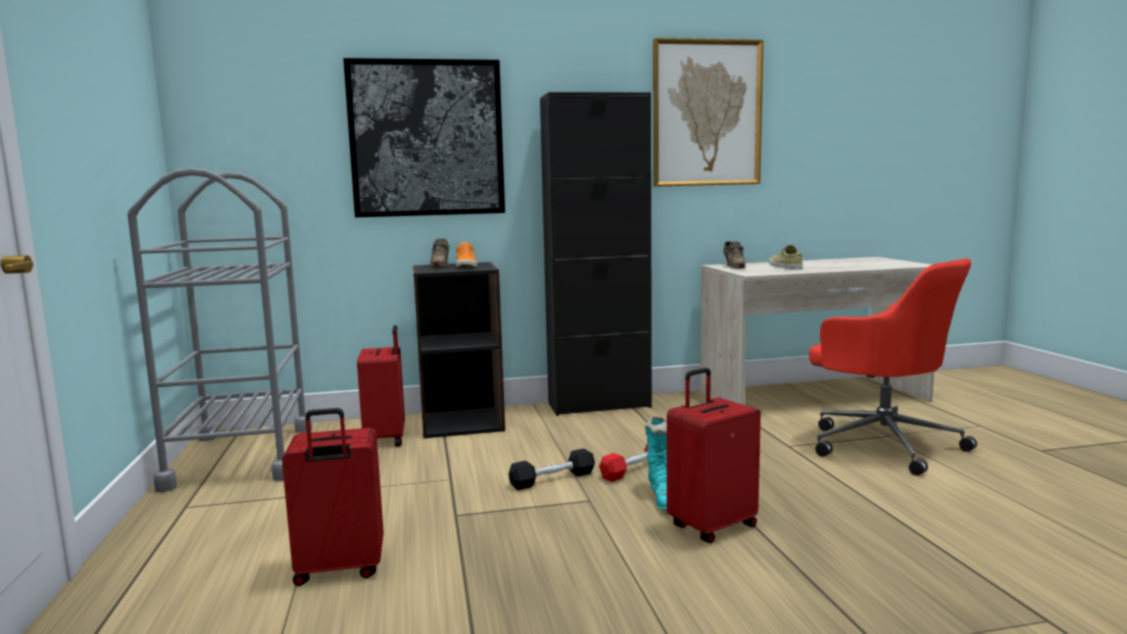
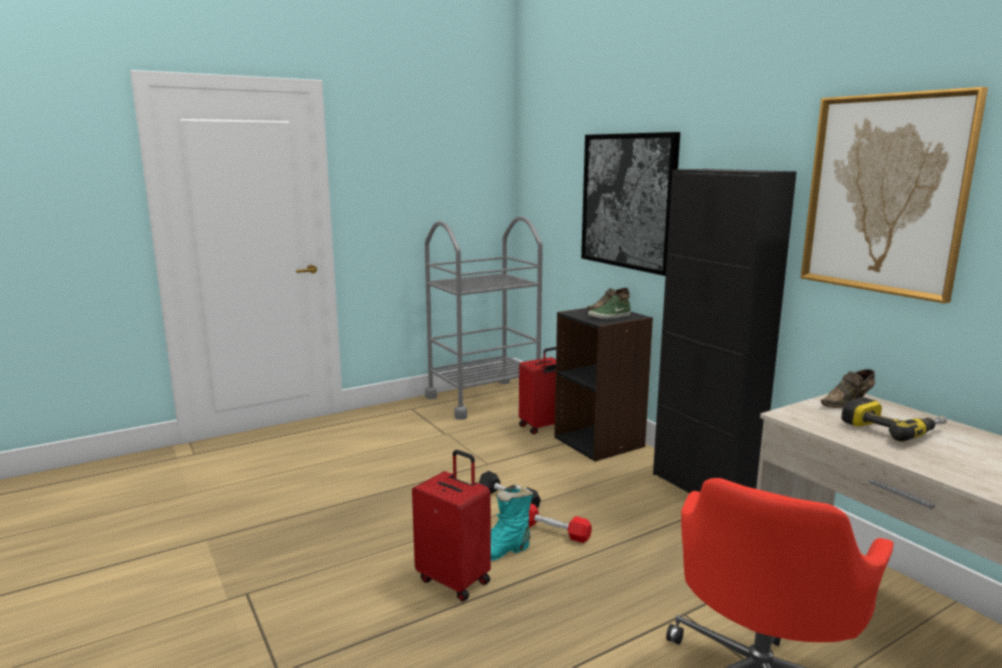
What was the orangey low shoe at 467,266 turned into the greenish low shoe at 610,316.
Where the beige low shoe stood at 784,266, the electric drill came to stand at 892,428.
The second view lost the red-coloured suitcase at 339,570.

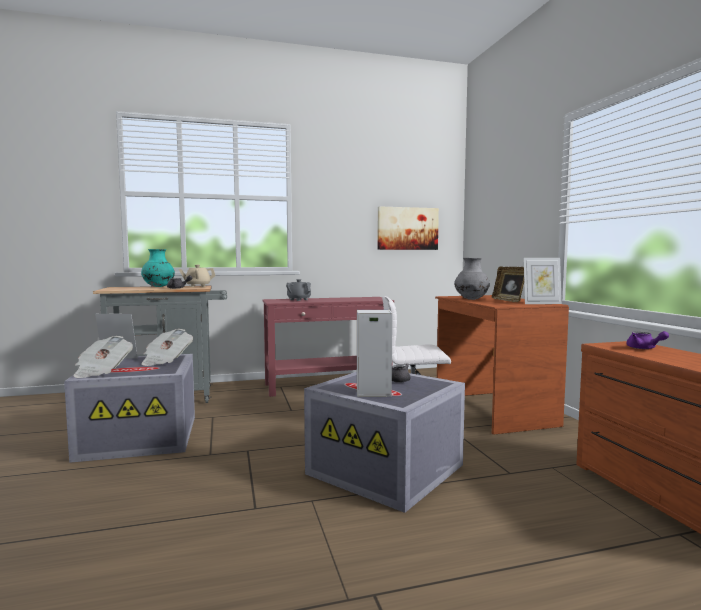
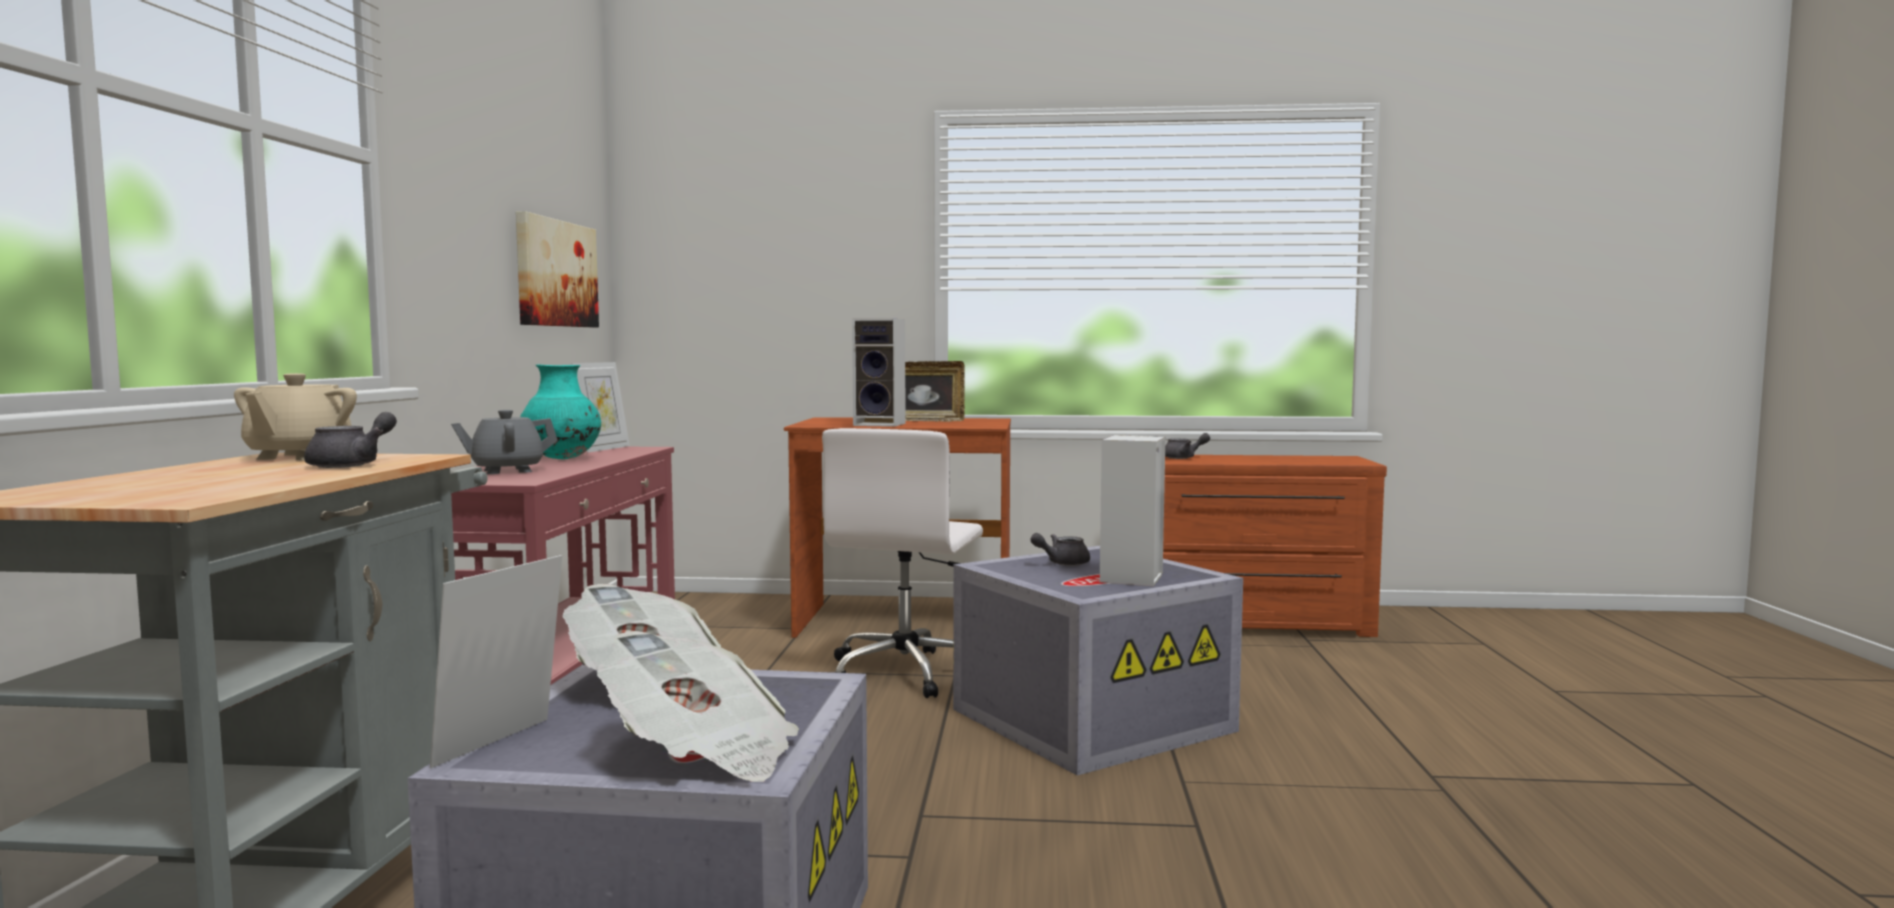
The turquoise vase ended up elsewhere, having gone from 158,286 to 562,459.
The photo frame ended up elsewhere, having gone from 541,303 to 603,449.
Where the grey vase stood at 471,299, the speaker came to stand at 882,424.
What was the purple pot for tea at 644,348 turned into the grey pot for tea at 1184,458.

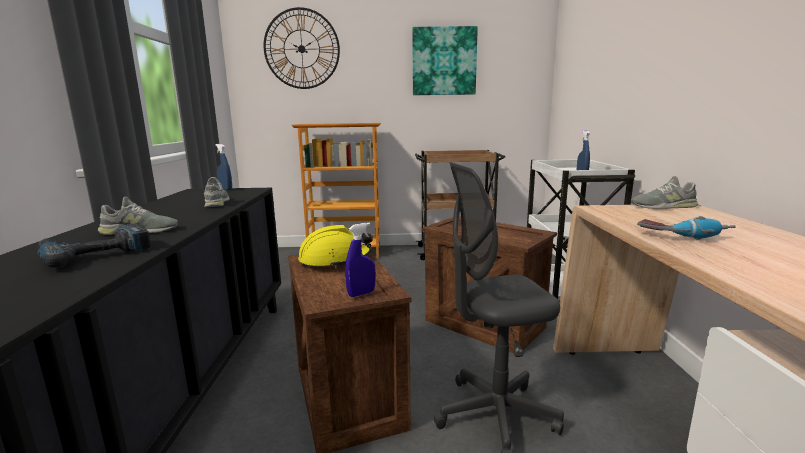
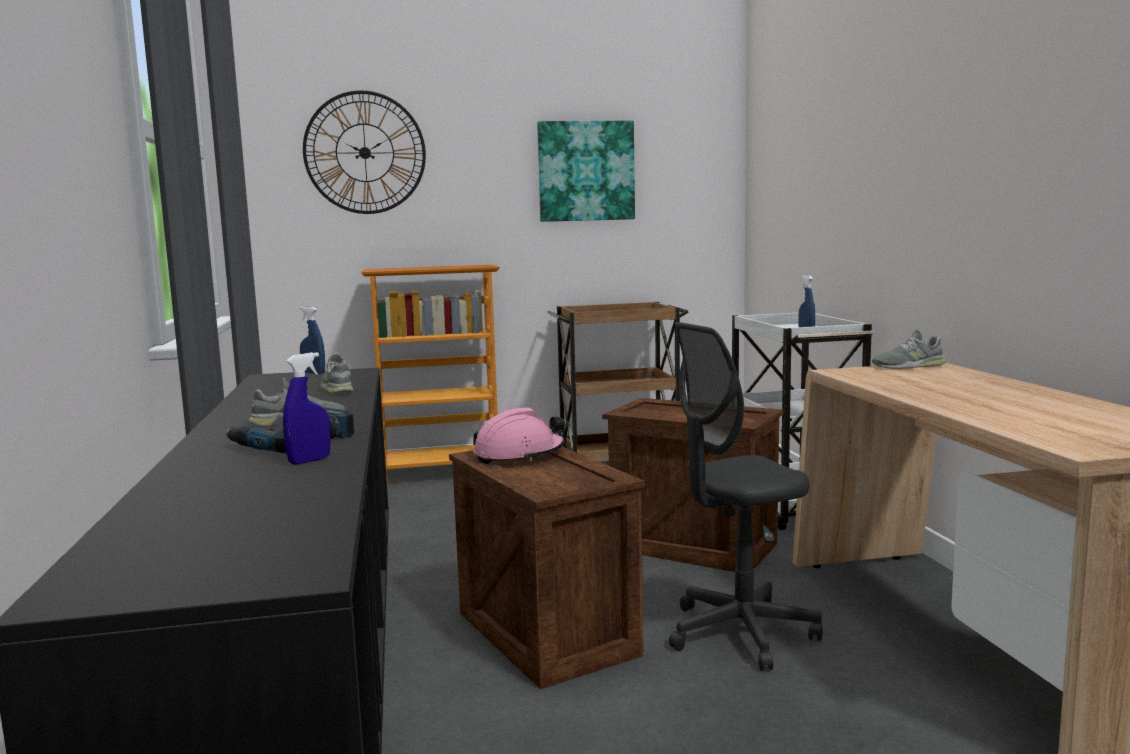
The bluish spray bottle ended up elsewhere, having gone from 361,293 to 309,461.
What was the yellow hard hat at 335,260 turned into the pinkish hard hat at 519,455.
The second view lost the electric drill at 684,236.

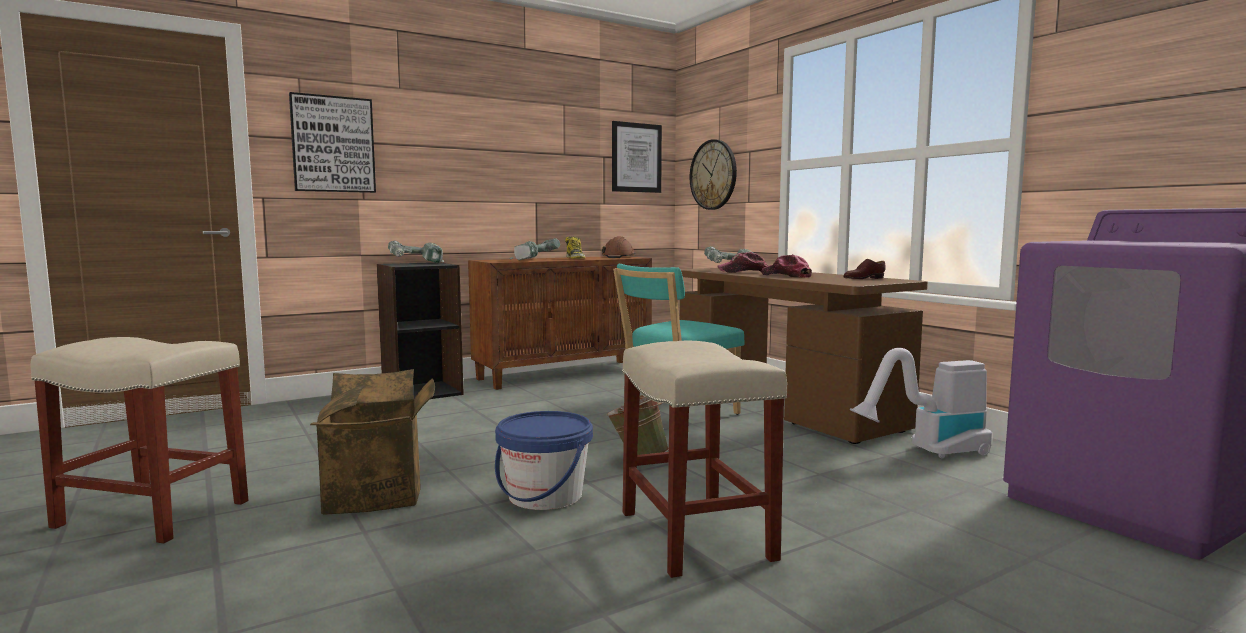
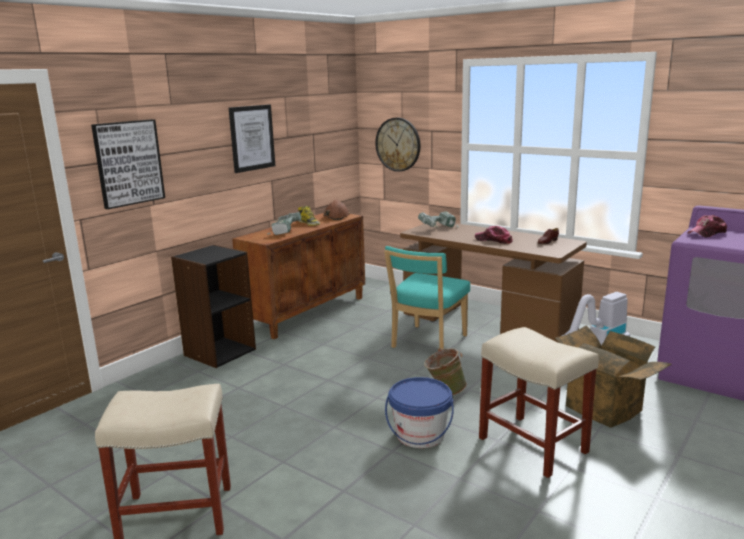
The picture ended up elsewhere, having gone from 636,157 to 252,138.
The packing box ended up elsewhere, having gone from 379,494 to 607,408.
The baseball cap ended up elsewhere, having gone from 743,272 to 707,233.
The second view lost the electric drill at 416,263.

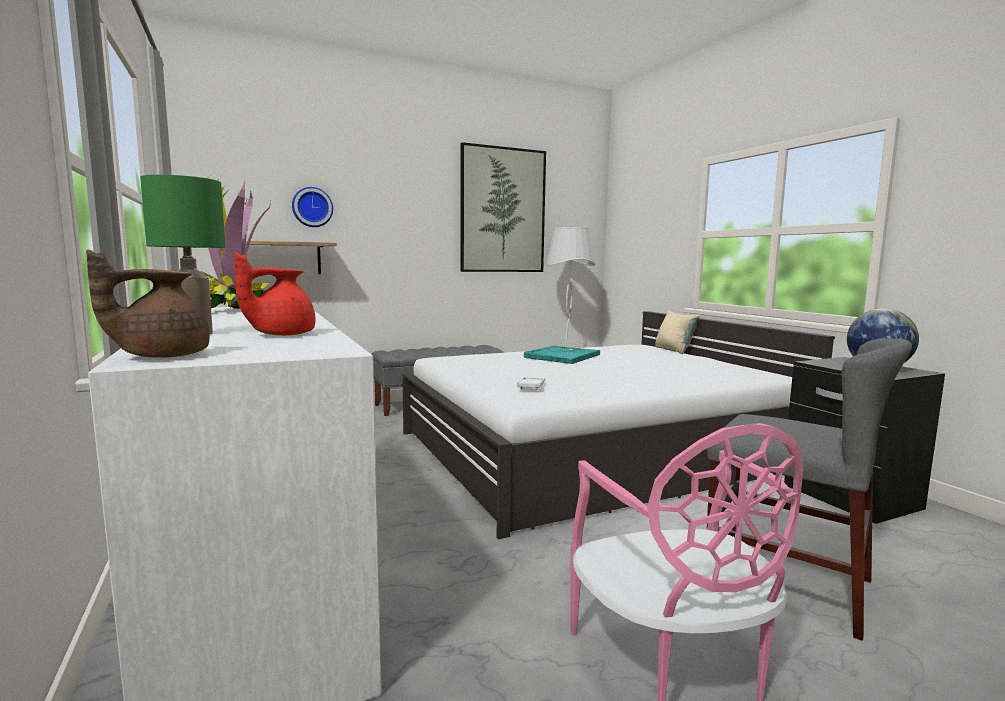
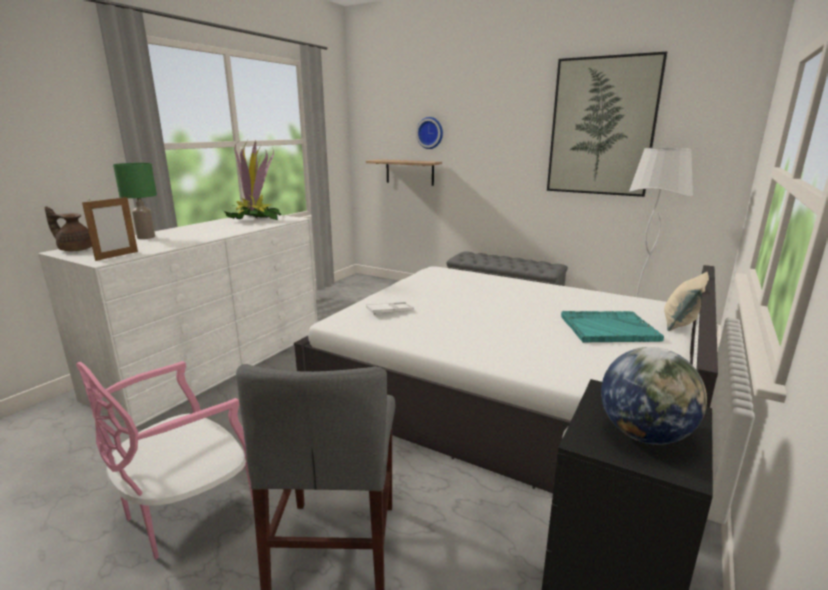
The second view gained the photo frame at 117,256.
The turquoise carrying tray ended up elsewhere, having gone from 562,356 to 607,328.
The second view lost the red-coloured pot for tea at 280,334.

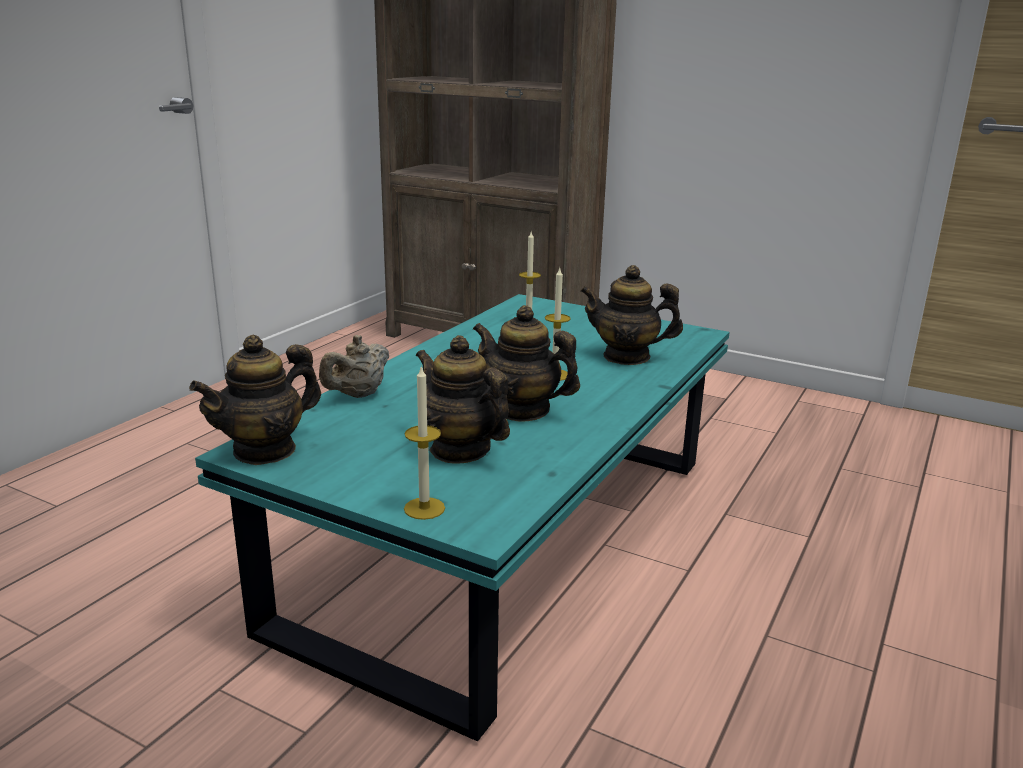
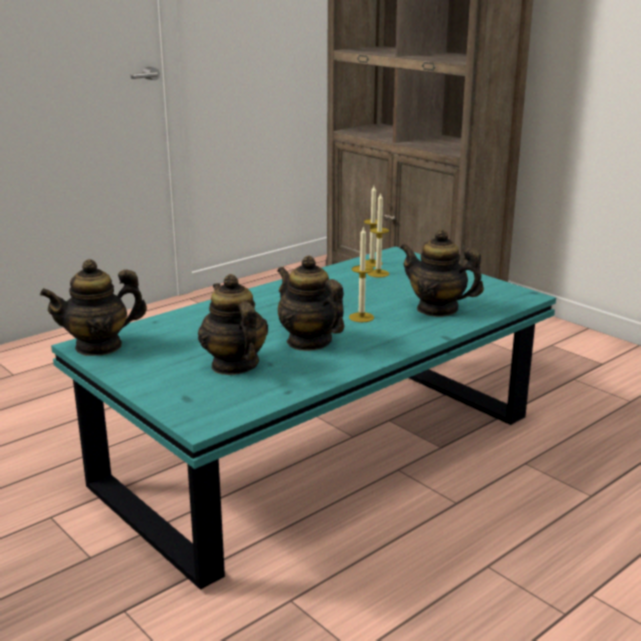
The wax light ended up elsewhere, having gone from 424,508 to 372,263.
The second view lost the beige pot for tea at 357,395.

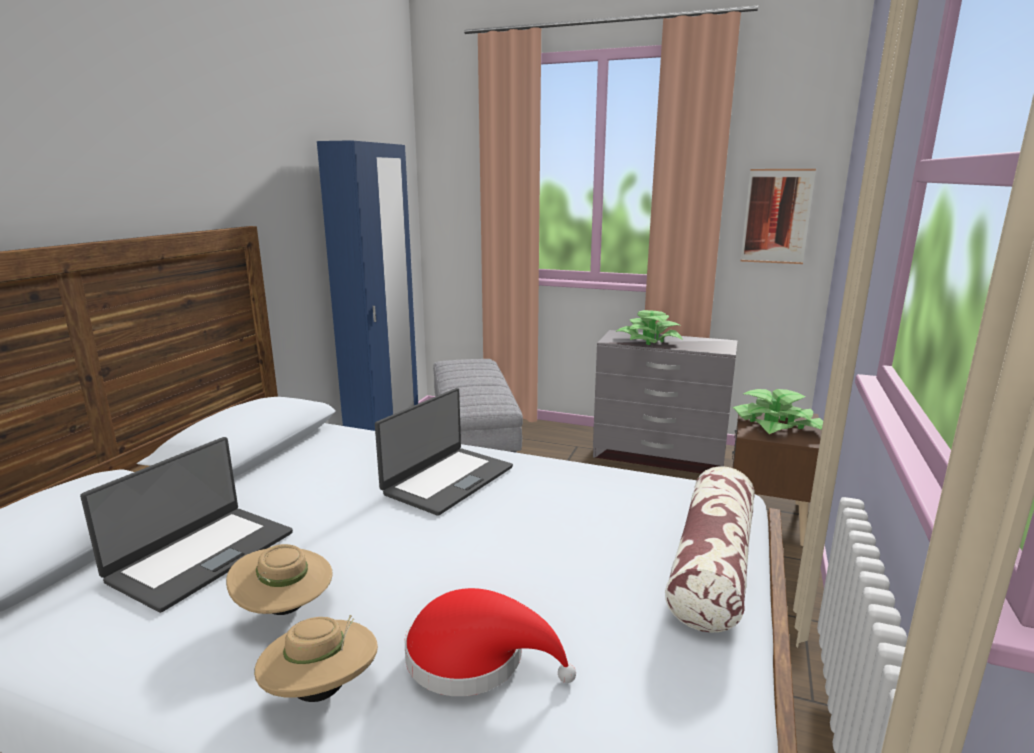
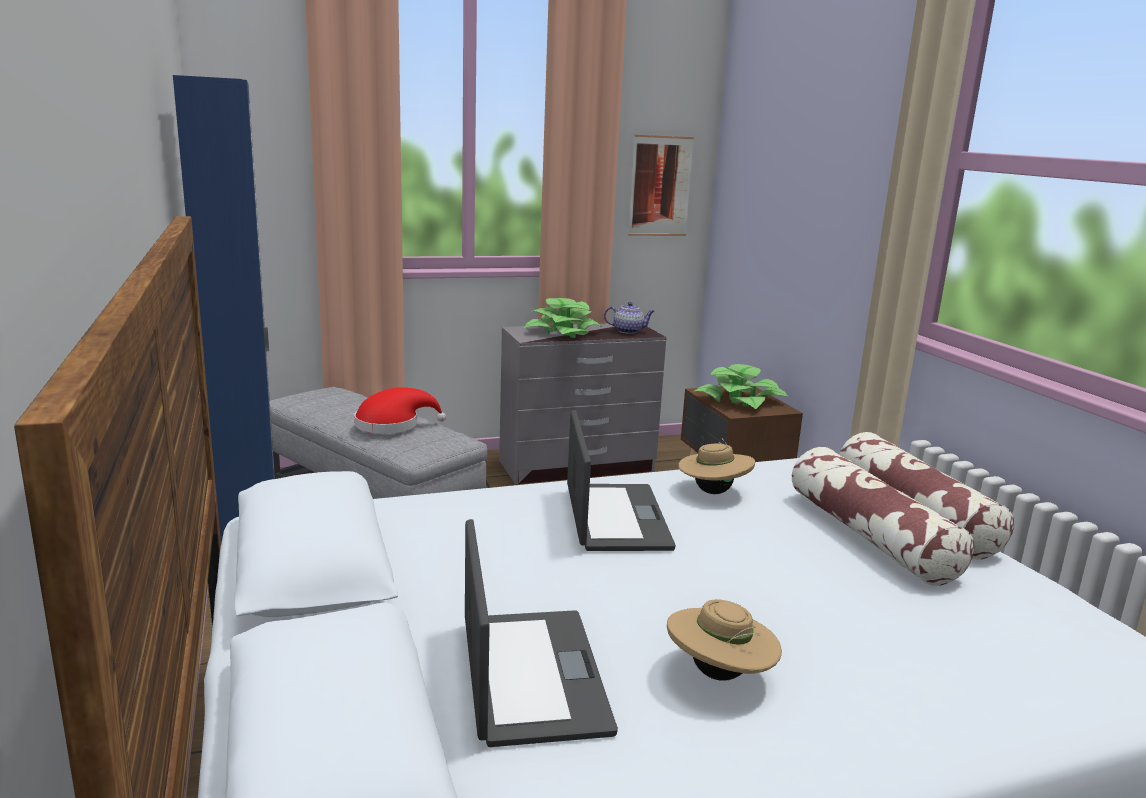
The red-coloured hat ended up elsewhere, having gone from 475,657 to 392,425.
The second view gained the pot for tea at 628,331.
The beige hat ended up elsewhere, having gone from 322,691 to 713,491.
The second view gained the cushion at 869,535.

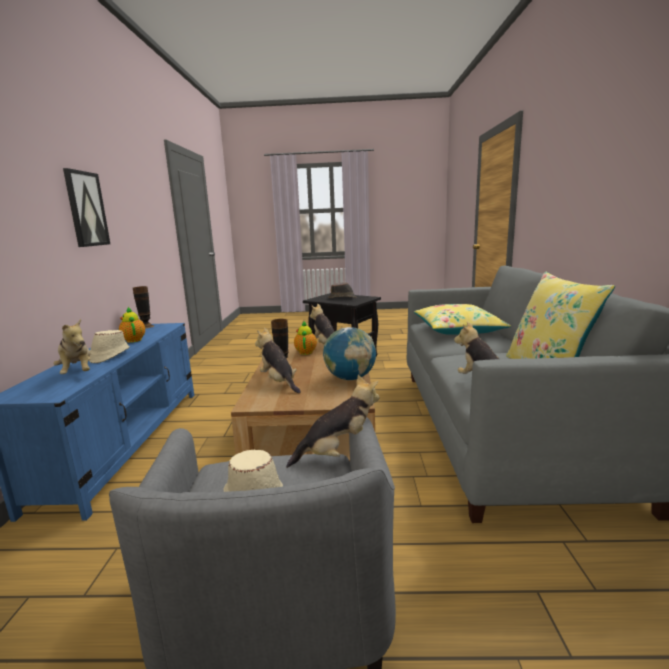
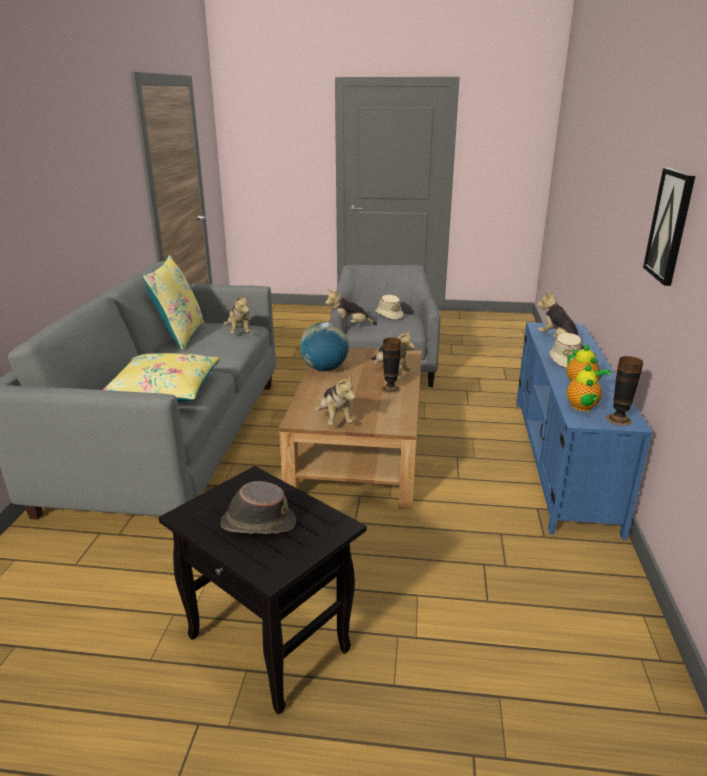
The pot for tea ended up elsewhere, having gone from 306,352 to 582,408.

